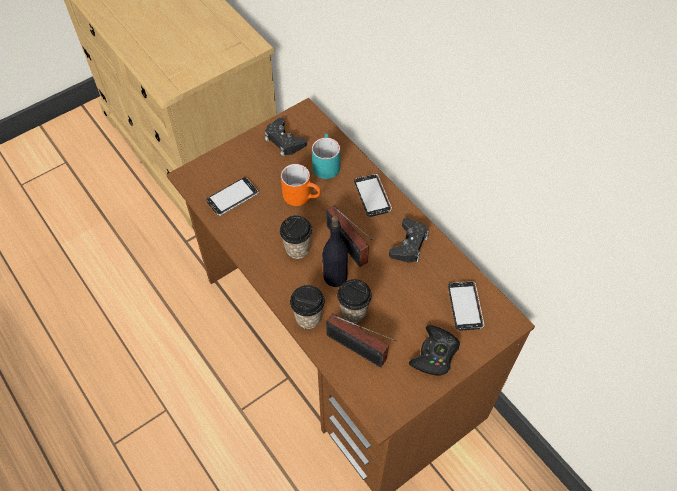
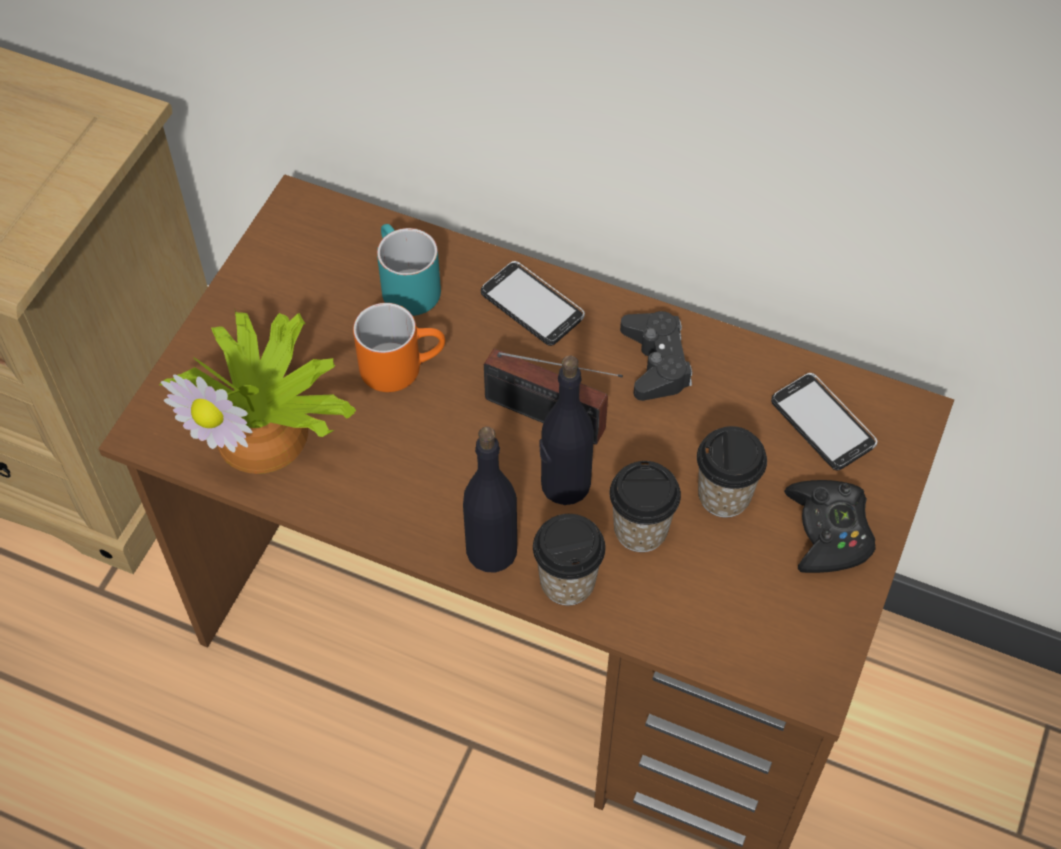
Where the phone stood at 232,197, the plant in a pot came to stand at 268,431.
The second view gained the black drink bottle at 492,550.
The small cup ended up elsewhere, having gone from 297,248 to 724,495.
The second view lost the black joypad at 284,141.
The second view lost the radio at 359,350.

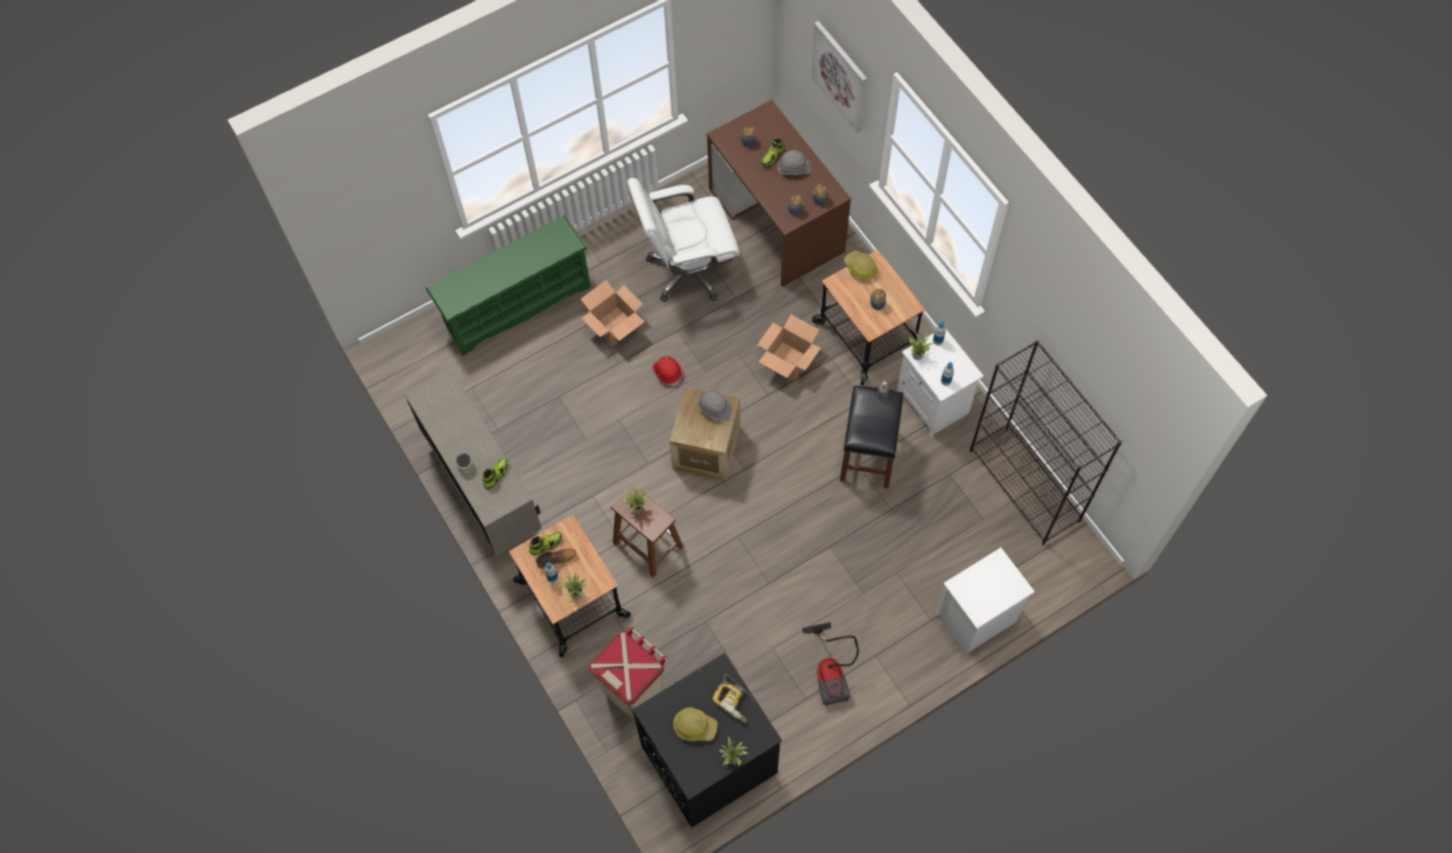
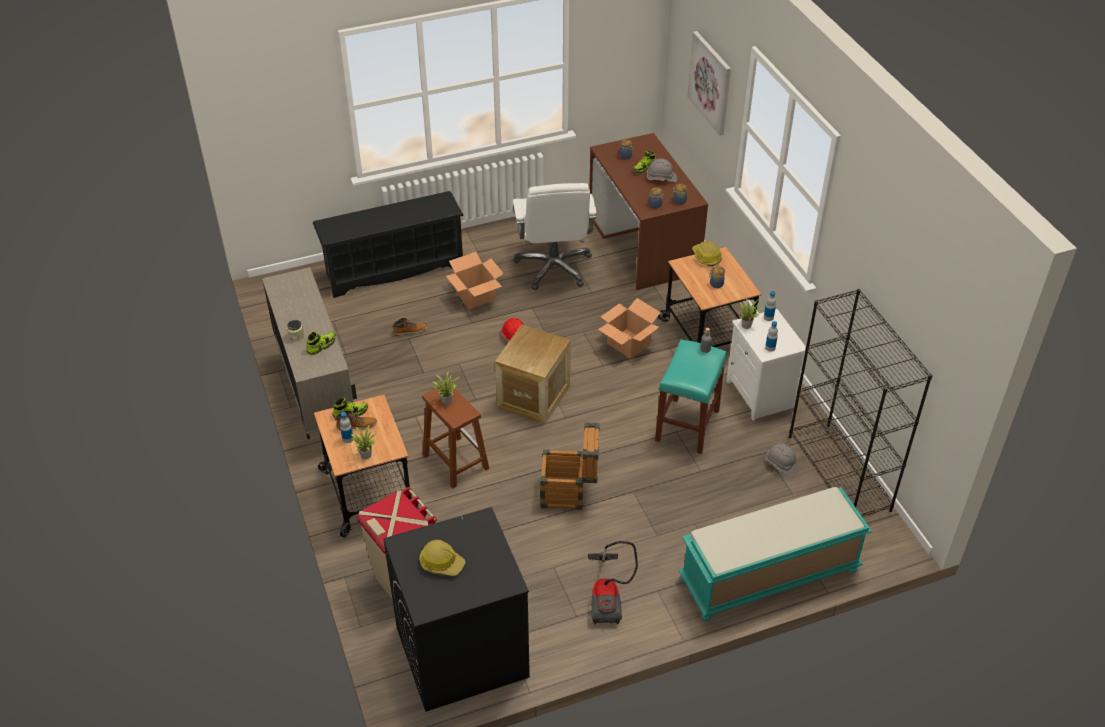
What was the greenish shoe rack at 516,304 turned into the black shoe rack at 394,269.
The second view gained the high-top boot at 410,331.
The white computer chair at 688,270 ended up facing another way, 90 degrees counterclockwise from before.
The second view gained the packing crate at 569,493.
What was the black sitting stool at 868,456 turned into the turquoise sitting stool at 687,426.
Where the white bedside table stood at 976,619, the turquoise indoor bench came to stand at 768,576.
The grey hard hat ended up elsewhere, having gone from 715,409 to 782,464.
The second view lost the electric drill at 735,700.
The second view lost the plant in a pot at 733,759.

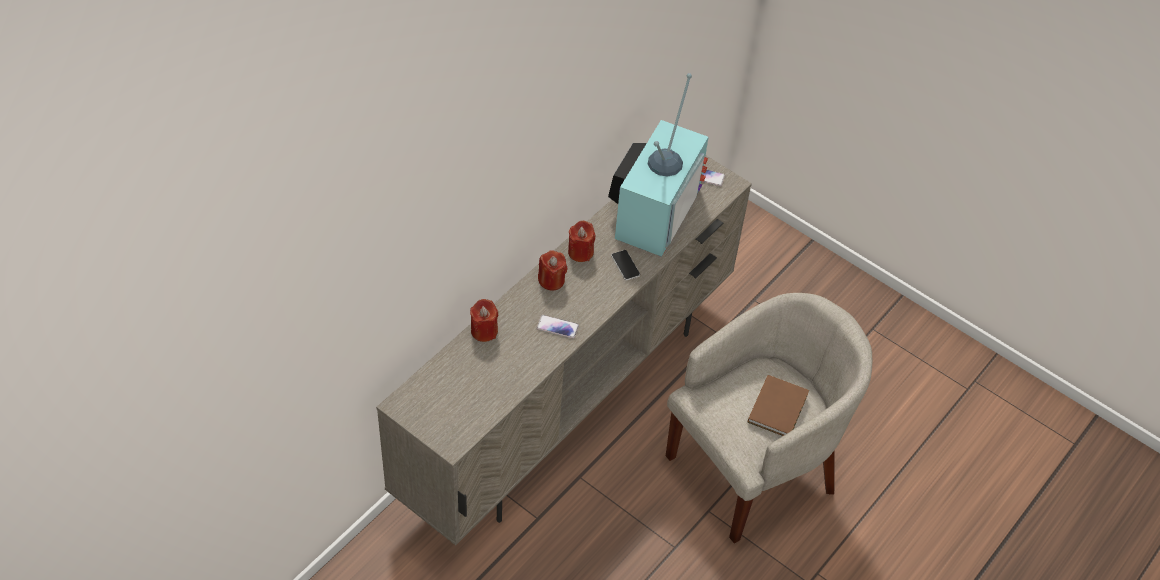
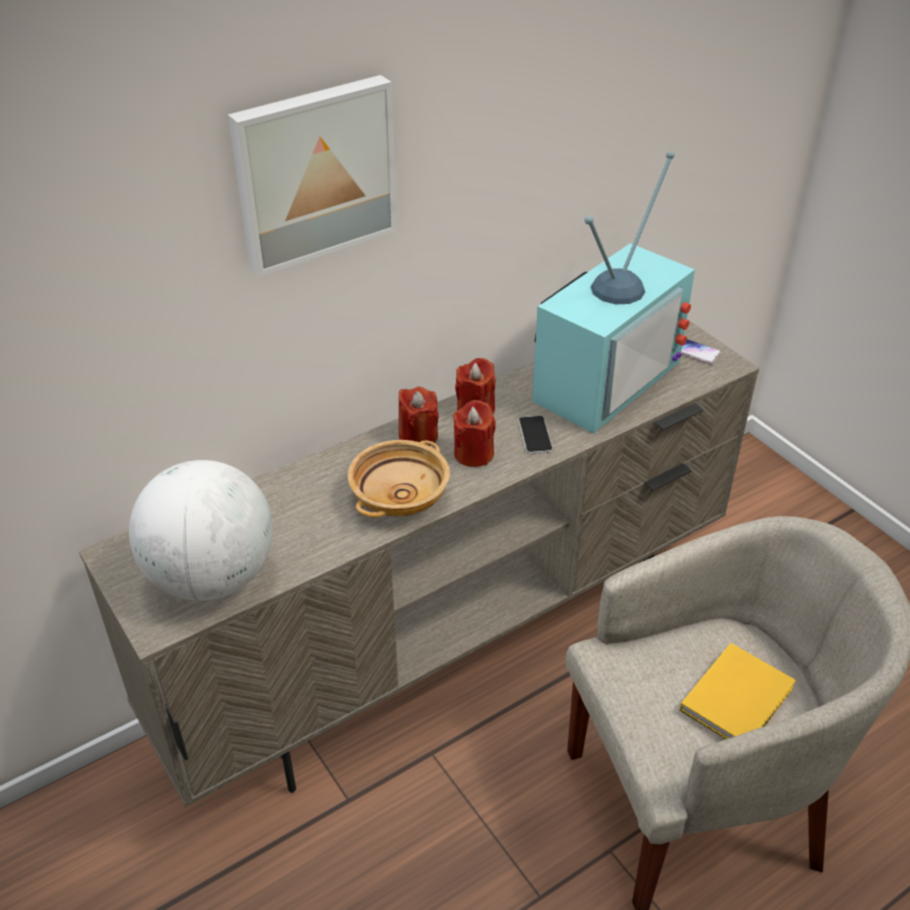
The second view gained the globe at 212,577.
The second view gained the picture at 314,173.
Where the phone stood at 557,327, the beige bowl came to stand at 399,496.
The red-coloured wax light ended up elsewhere, having gone from 484,331 to 473,454.
What was the brownish book at 779,407 turned into the yellow book at 739,698.

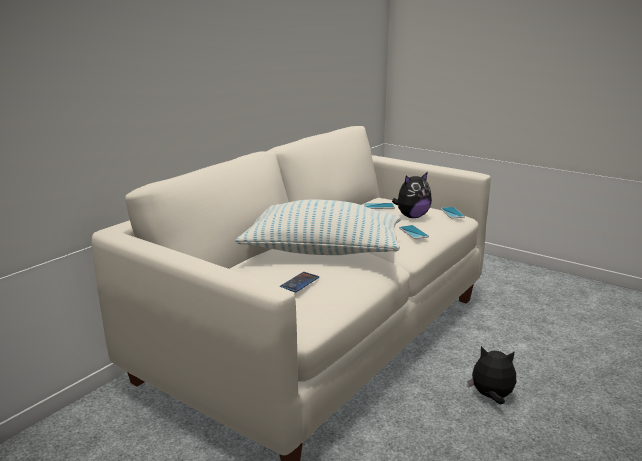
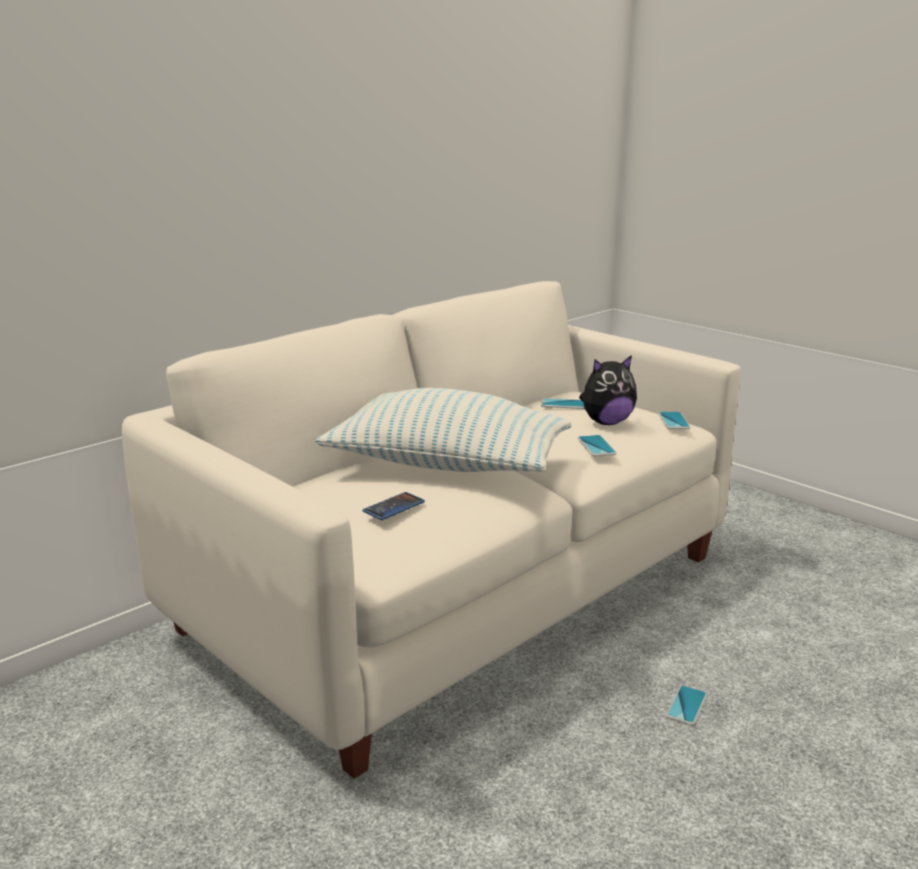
Where the plush toy stood at 491,397, the phone came to stand at 686,705.

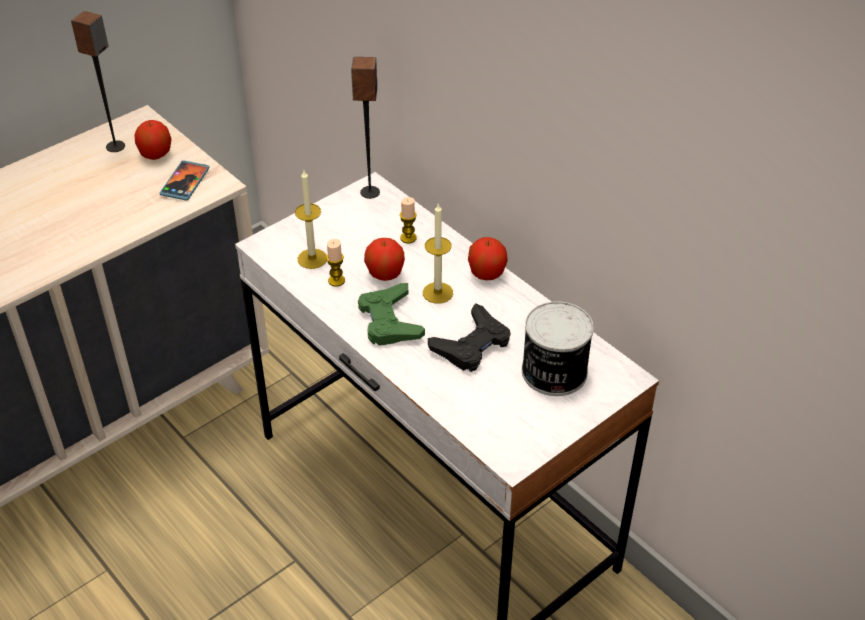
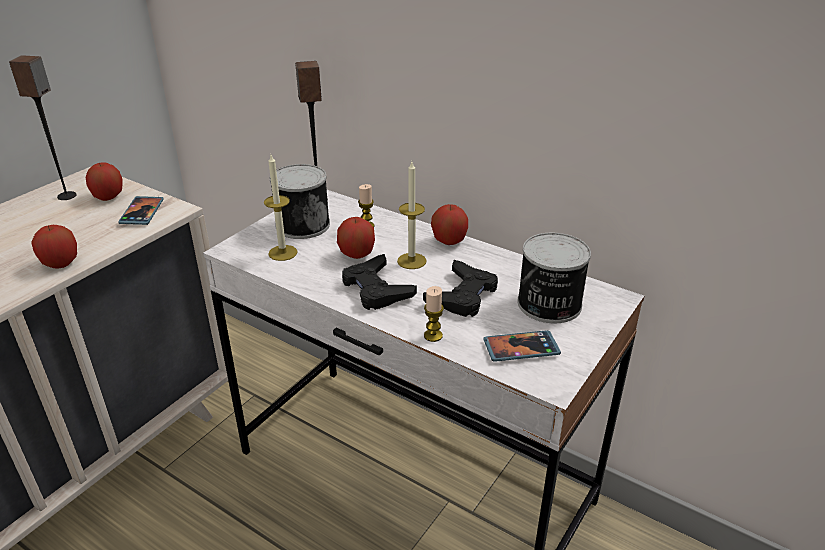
The second view gained the apple at 60,263.
The second view gained the metal can at 302,224.
What was the greenish joypad at 389,321 turned into the black joypad at 376,289.
The wax light ended up elsewhere, having gone from 336,280 to 433,335.
The second view gained the phone at 521,348.

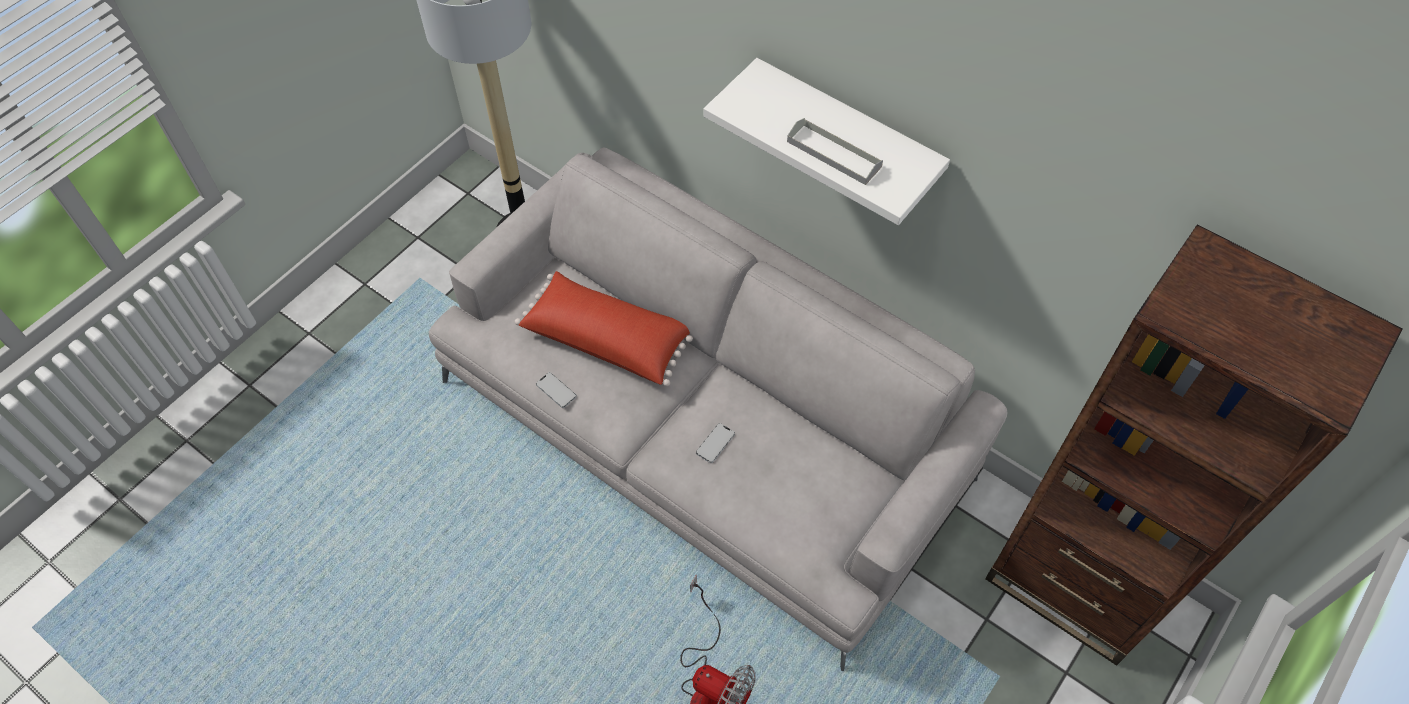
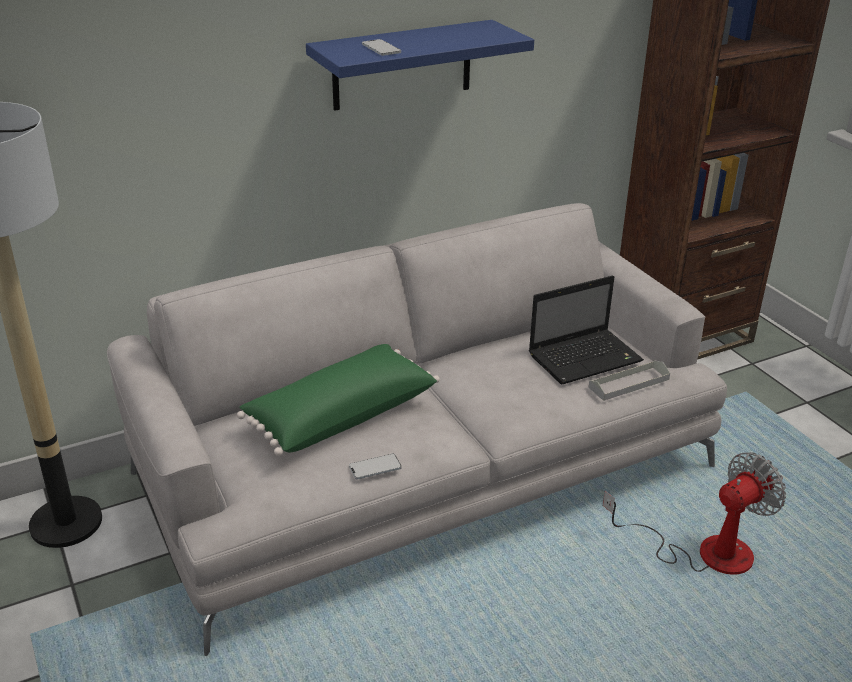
What was the red-coloured cushion at 609,338 turned into the greenish cushion at 340,414.
What was the white shelf at 846,133 turned into the bluish shelf at 402,65.
The phone ended up elsewhere, having gone from 715,443 to 381,49.
The second view gained the portable computer at 586,357.
The grey carrying tray ended up elsewhere, having gone from 834,154 to 629,383.

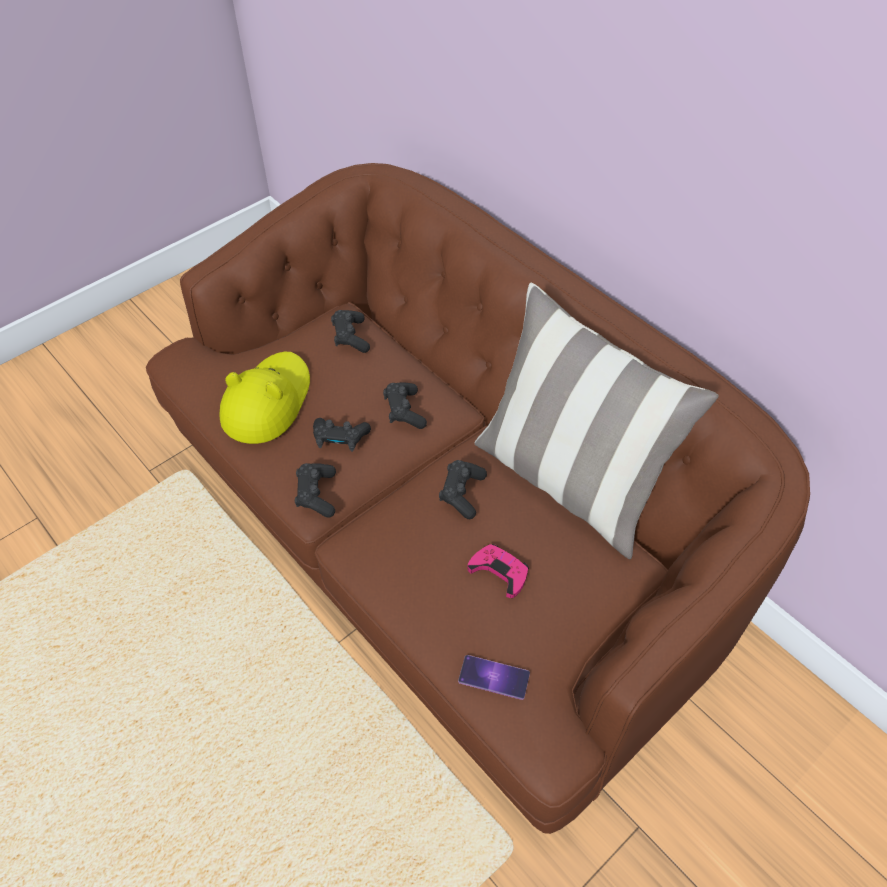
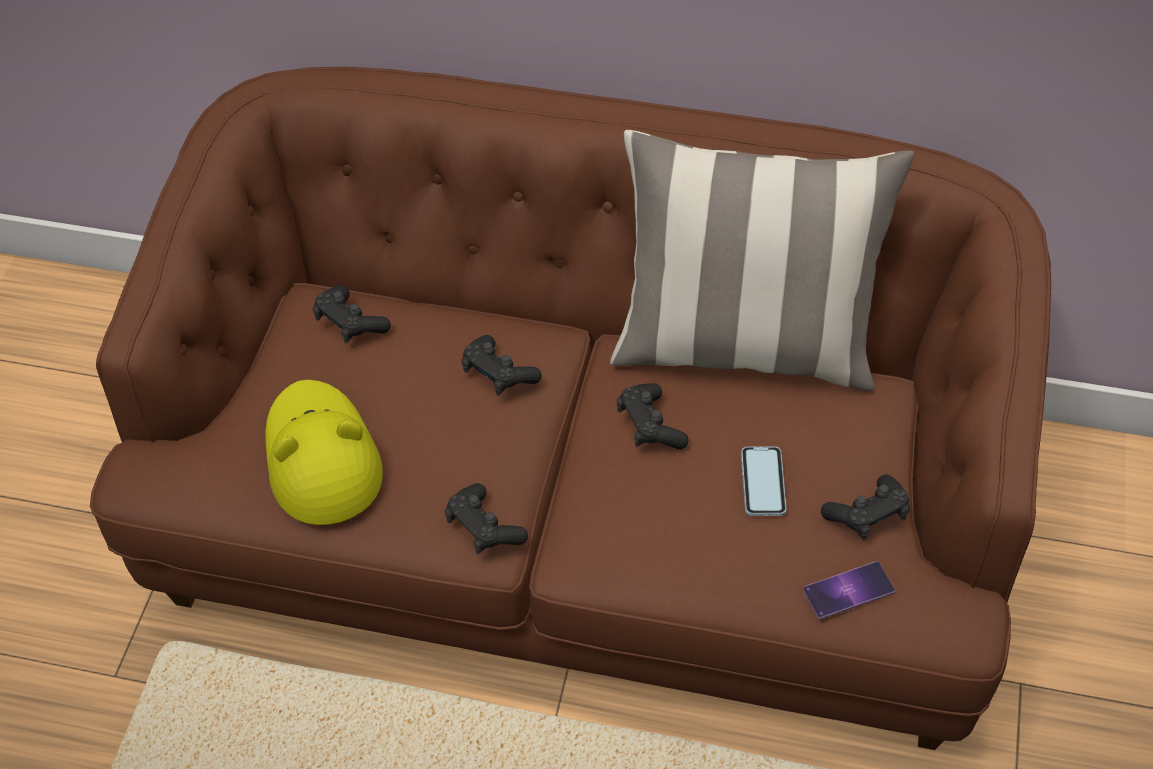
Where the pinkish joypad stood at 499,572, the phone came to stand at 763,483.
The black joypad ended up elsewhere, having gone from 340,439 to 867,515.

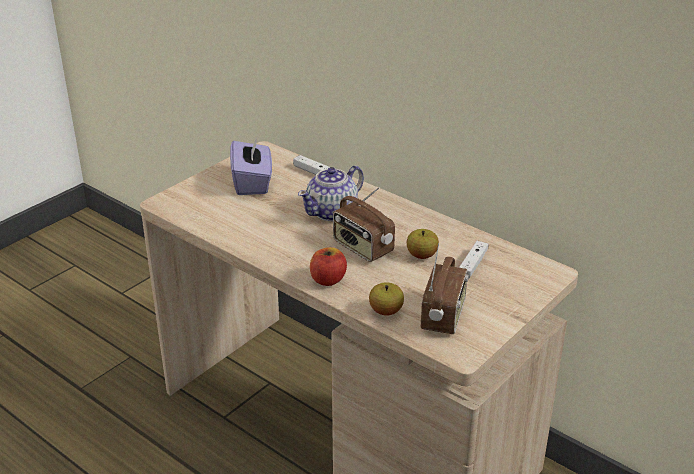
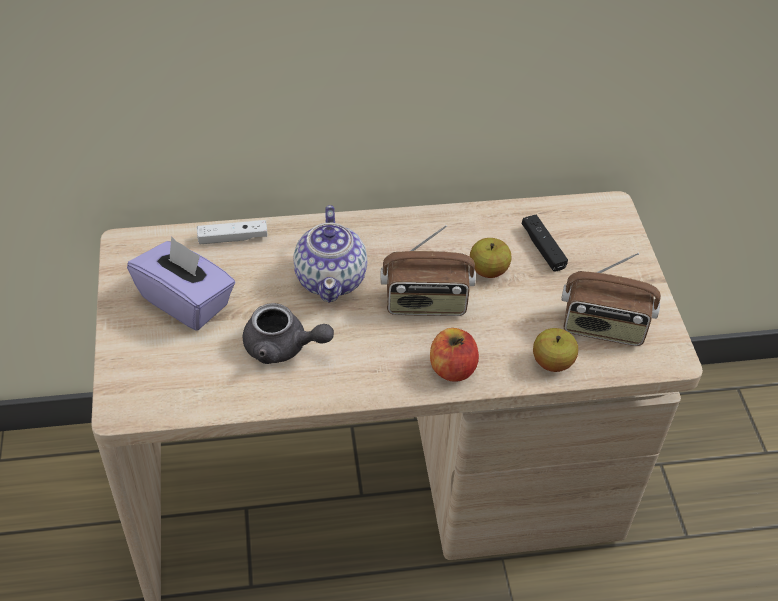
The second view gained the grey pot for tea at 283,347.
What was the white joypad at 472,265 turned into the black joypad at 543,248.
The radio at 444,316 ended up facing another way, 135 degrees clockwise from before.

